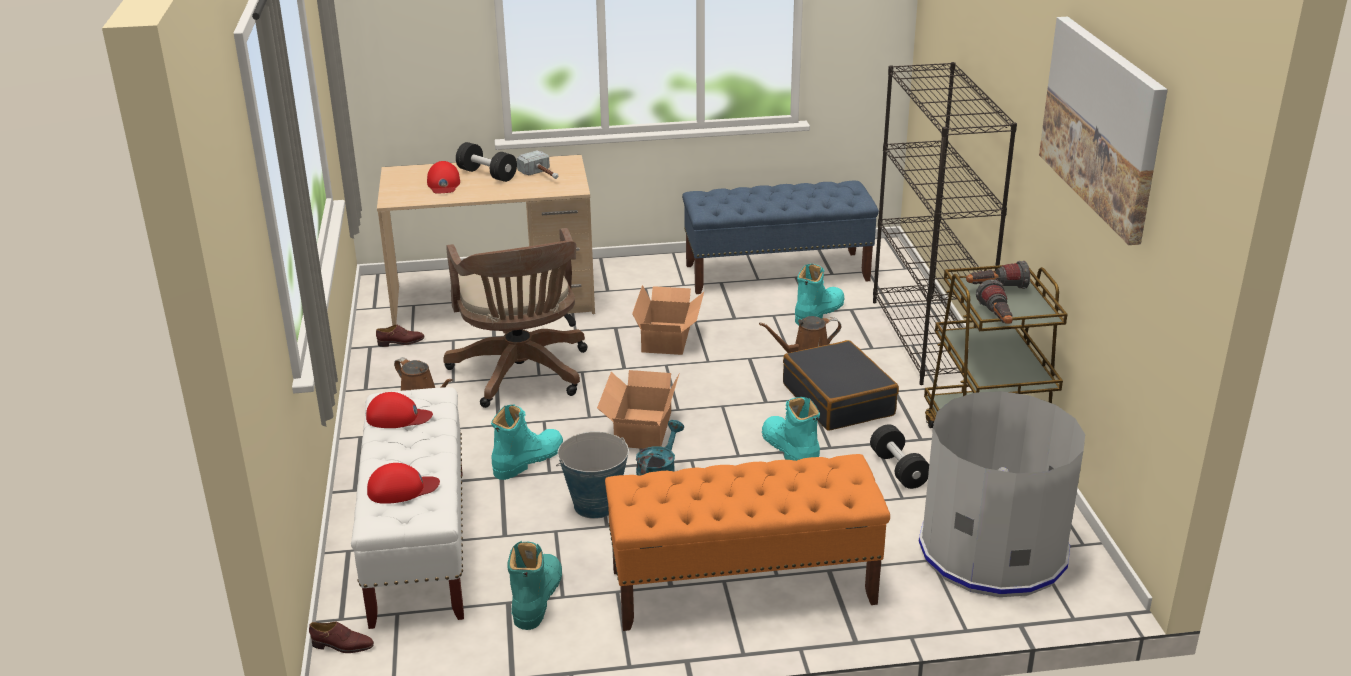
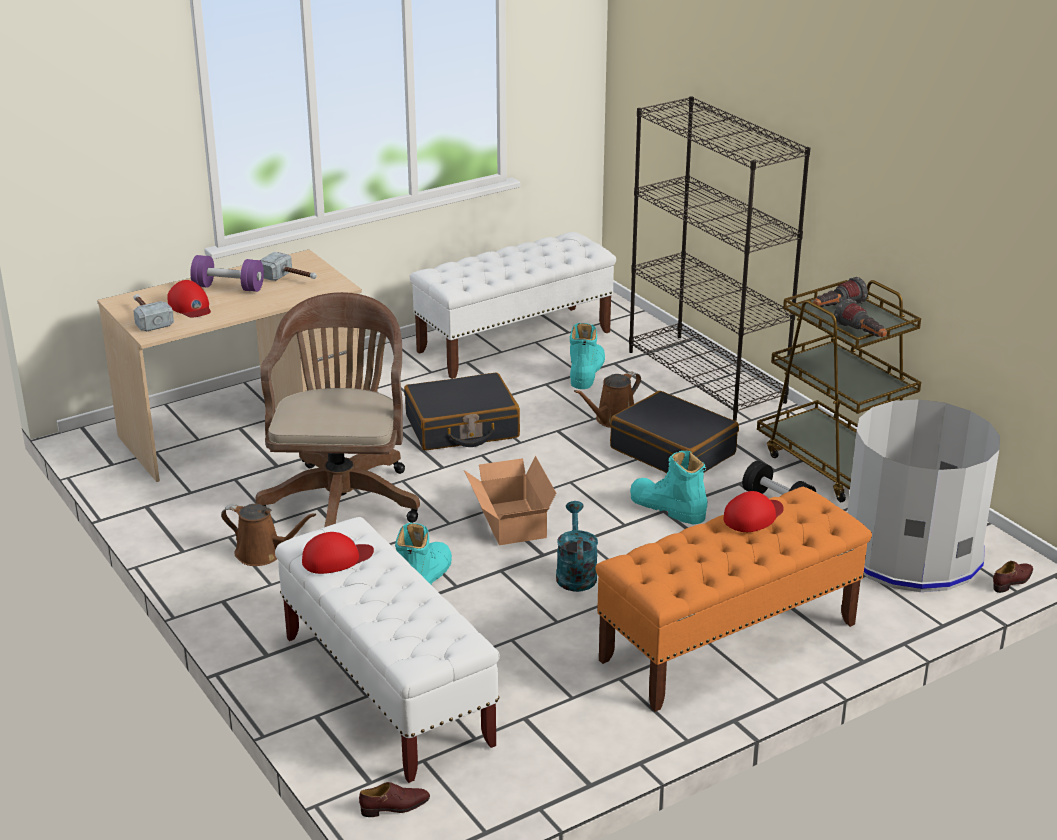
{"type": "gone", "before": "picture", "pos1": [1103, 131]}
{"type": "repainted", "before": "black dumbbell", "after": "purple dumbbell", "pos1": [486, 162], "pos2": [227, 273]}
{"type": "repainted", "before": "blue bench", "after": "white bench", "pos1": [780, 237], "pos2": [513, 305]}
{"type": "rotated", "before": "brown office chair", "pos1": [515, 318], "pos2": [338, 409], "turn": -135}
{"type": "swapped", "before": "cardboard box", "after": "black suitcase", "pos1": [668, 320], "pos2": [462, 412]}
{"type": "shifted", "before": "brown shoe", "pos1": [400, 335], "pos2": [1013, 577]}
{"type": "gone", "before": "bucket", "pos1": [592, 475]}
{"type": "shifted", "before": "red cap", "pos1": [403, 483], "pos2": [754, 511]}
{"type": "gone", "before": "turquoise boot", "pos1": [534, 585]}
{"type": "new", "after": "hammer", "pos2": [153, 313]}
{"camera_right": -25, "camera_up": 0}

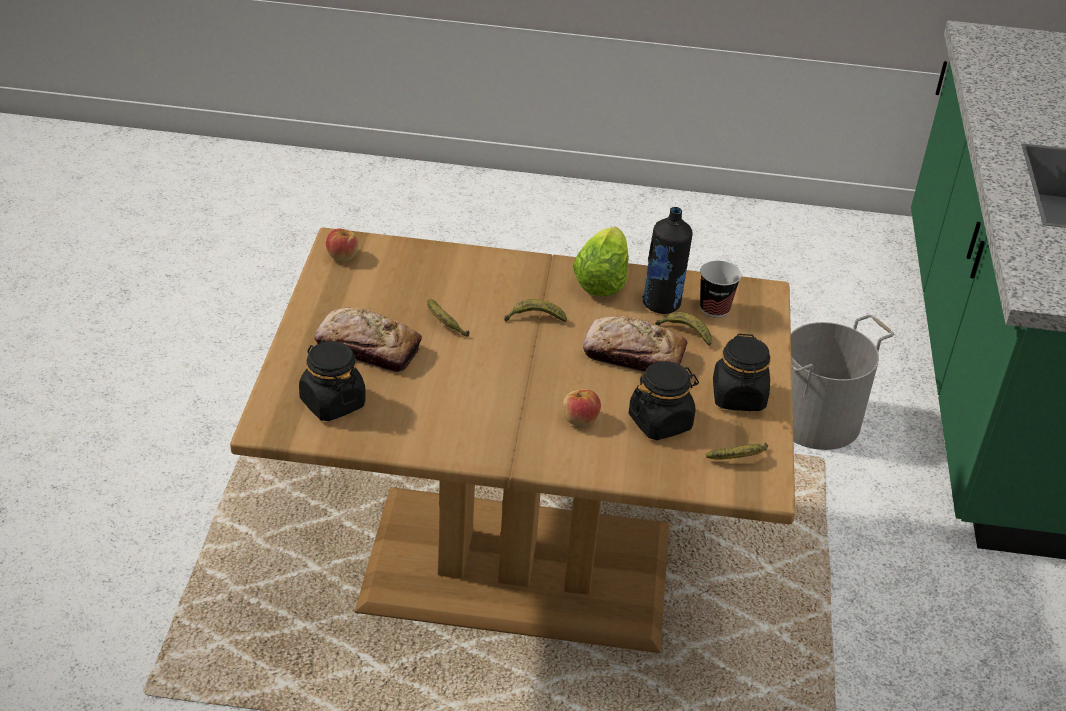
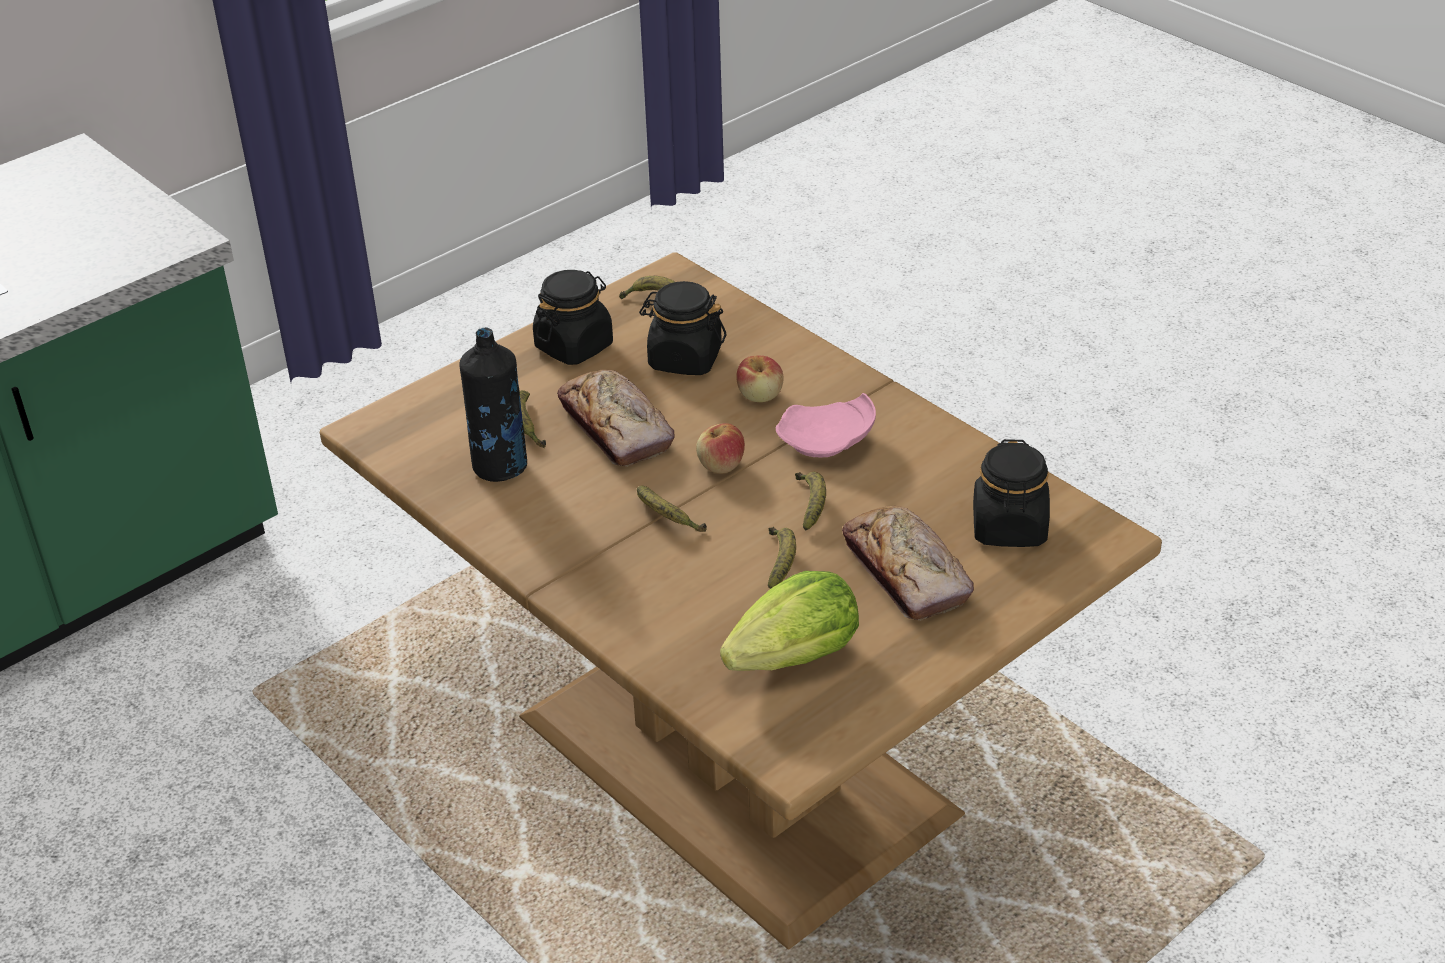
{"type": "shifted", "before": "lettuce", "pos1": [600, 261], "pos2": [789, 621]}
{"type": "shifted", "before": "apple", "pos1": [342, 245], "pos2": [720, 448]}
{"type": "gone", "before": "cup", "pos1": [721, 289]}
{"type": "gone", "before": "grey bucket", "pos1": [842, 382]}
{"type": "new", "after": "pink plate", "pos2": [826, 425]}
{"type": "new", "after": "banana", "pos2": [810, 501]}
{"camera_right": -135, "camera_up": 0}

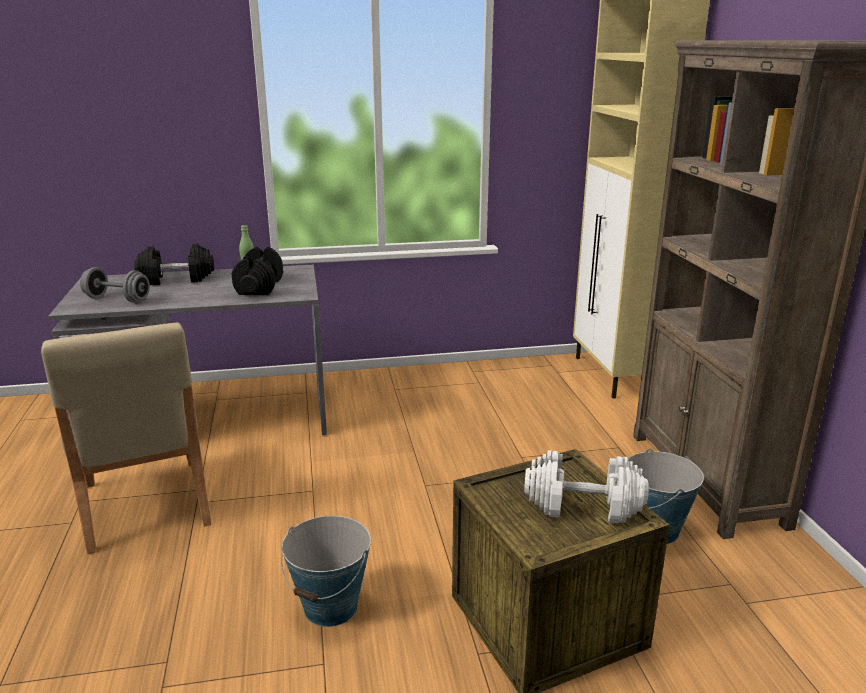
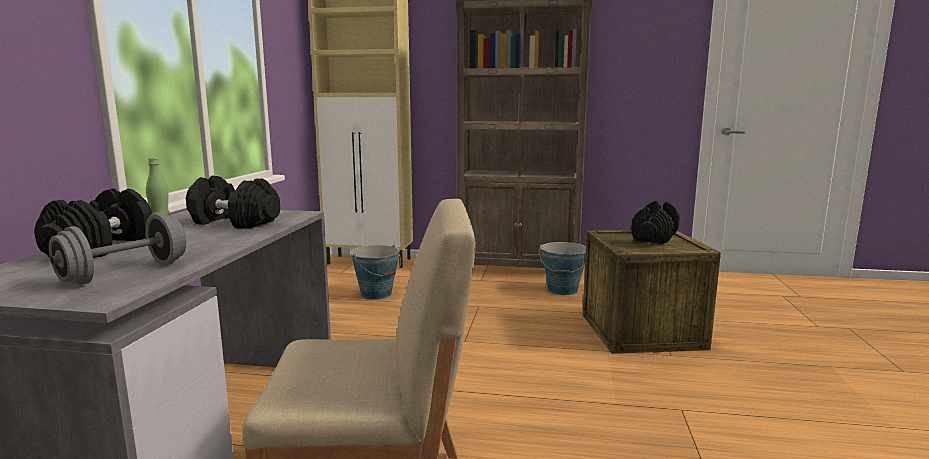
{"type": "repainted", "before": "white dumbbell", "after": "black dumbbell", "pos1": [586, 486], "pos2": [655, 222]}
{"type": "shifted", "before": "bucket", "pos1": [326, 571], "pos2": [375, 272]}
{"camera_right": -70, "camera_up": -10}

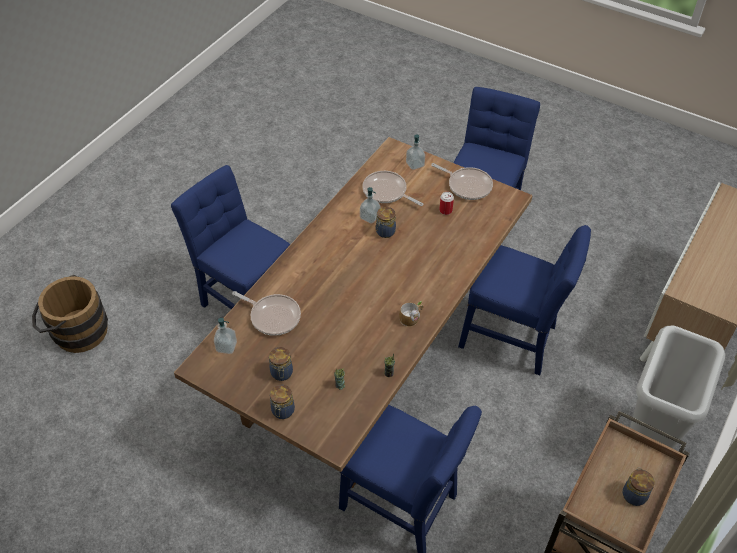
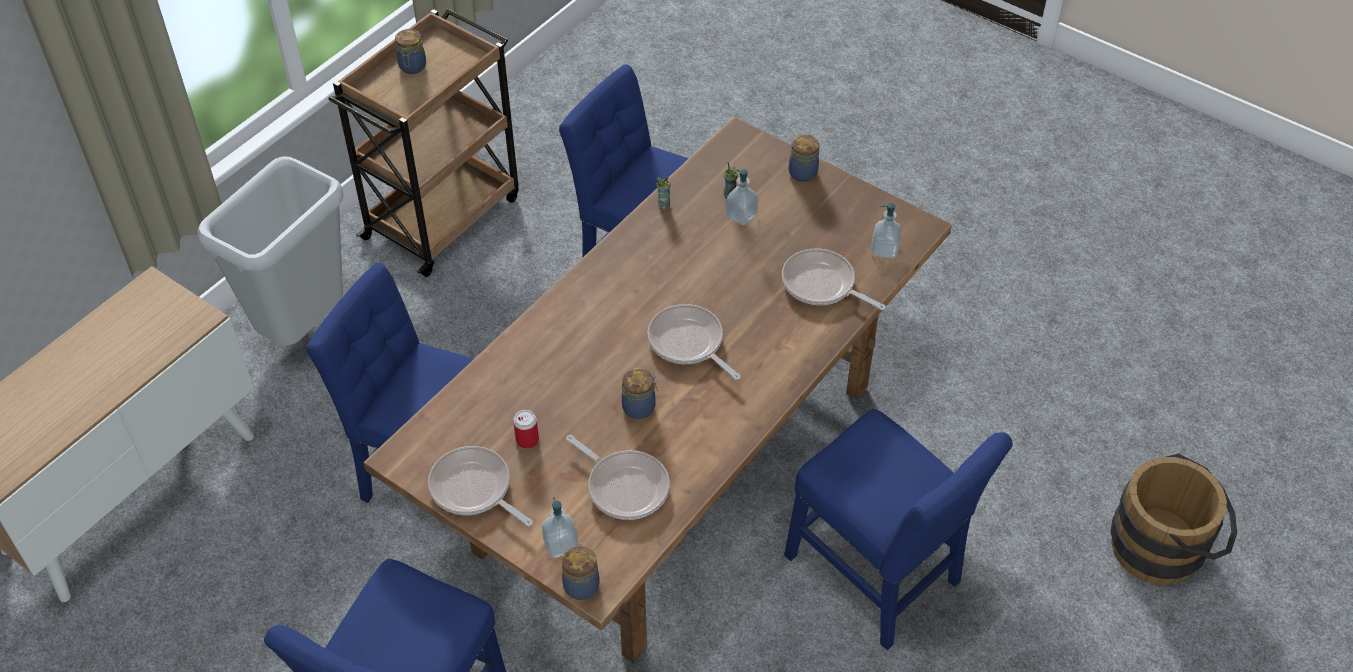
{"type": "shifted", "before": "soap dispenser", "pos1": [370, 205], "pos2": [742, 197]}
{"type": "gone", "before": "mug", "pos1": [411, 314]}
{"type": "shifted", "before": "jar", "pos1": [281, 364], "pos2": [581, 571]}
{"type": "new", "after": "frying pan", "pos2": [694, 342]}
{"camera_right": -175, "camera_up": 0}

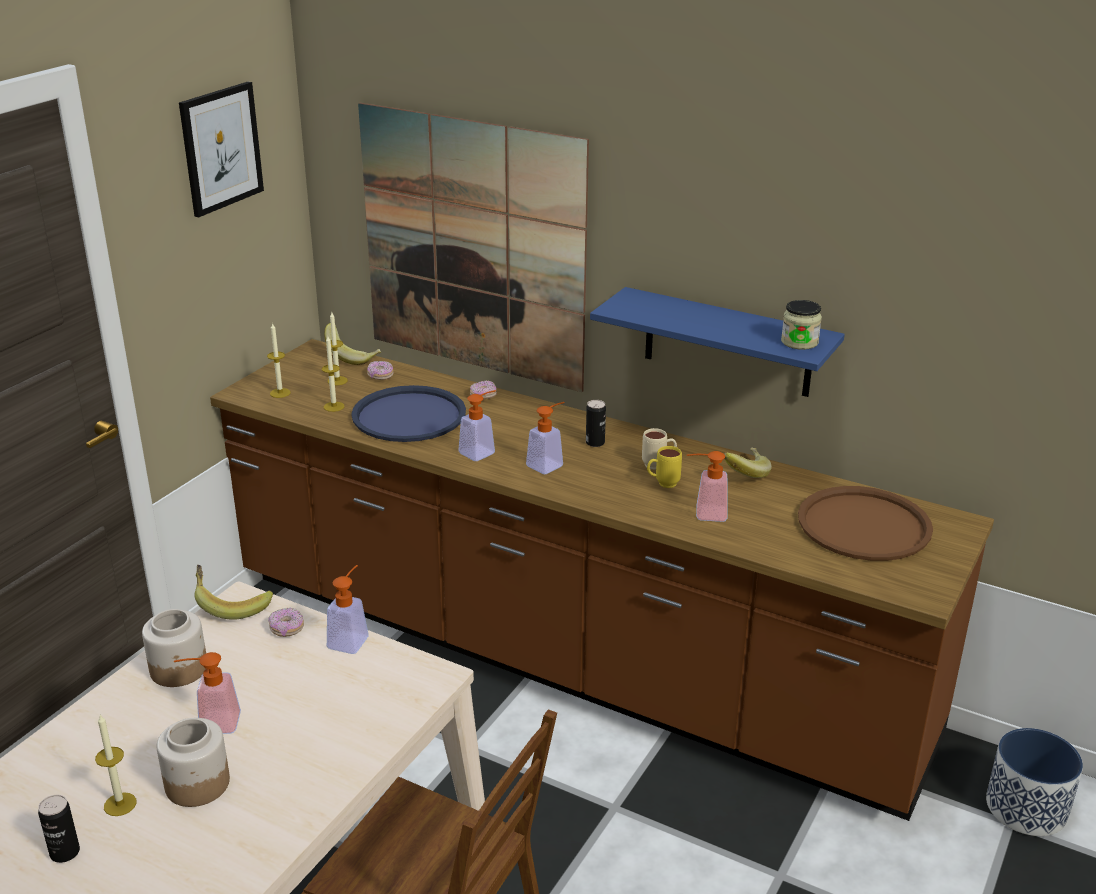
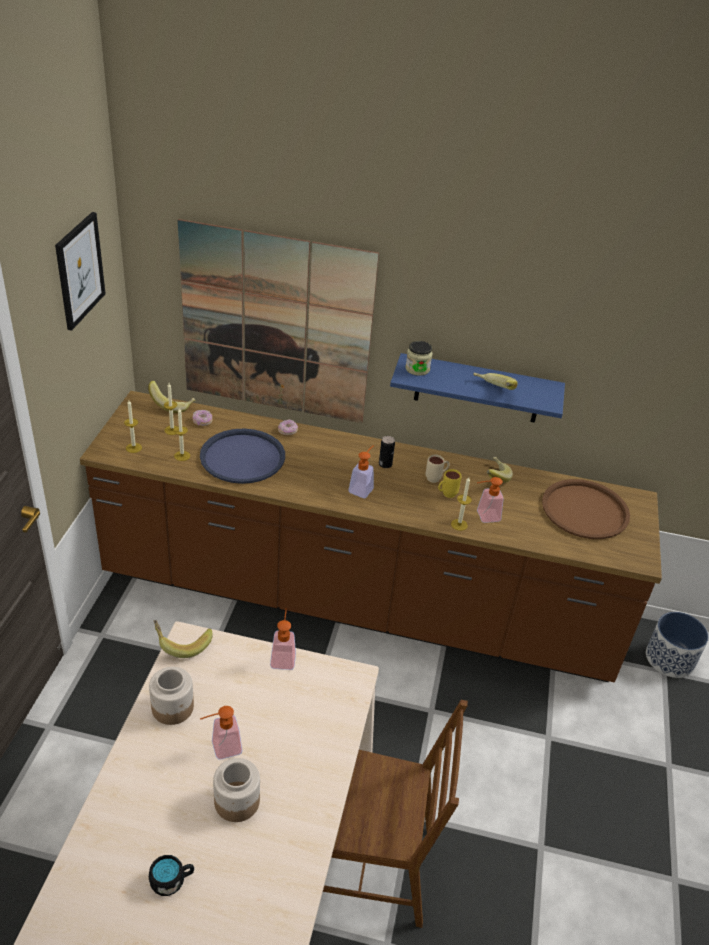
{"type": "shifted", "before": "jar", "pos1": [801, 325], "pos2": [418, 358]}
{"type": "gone", "before": "soap dispenser", "pos1": [477, 425]}
{"type": "gone", "before": "donut", "pos1": [286, 622]}
{"type": "shifted", "before": "candle", "pos1": [115, 765], "pos2": [461, 504]}
{"type": "swapped", "before": "can", "after": "black mug", "pos1": [59, 829], "pos2": [171, 875]}
{"type": "new", "after": "banana", "pos2": [495, 381]}
{"camera_right": -20, "camera_up": 10}

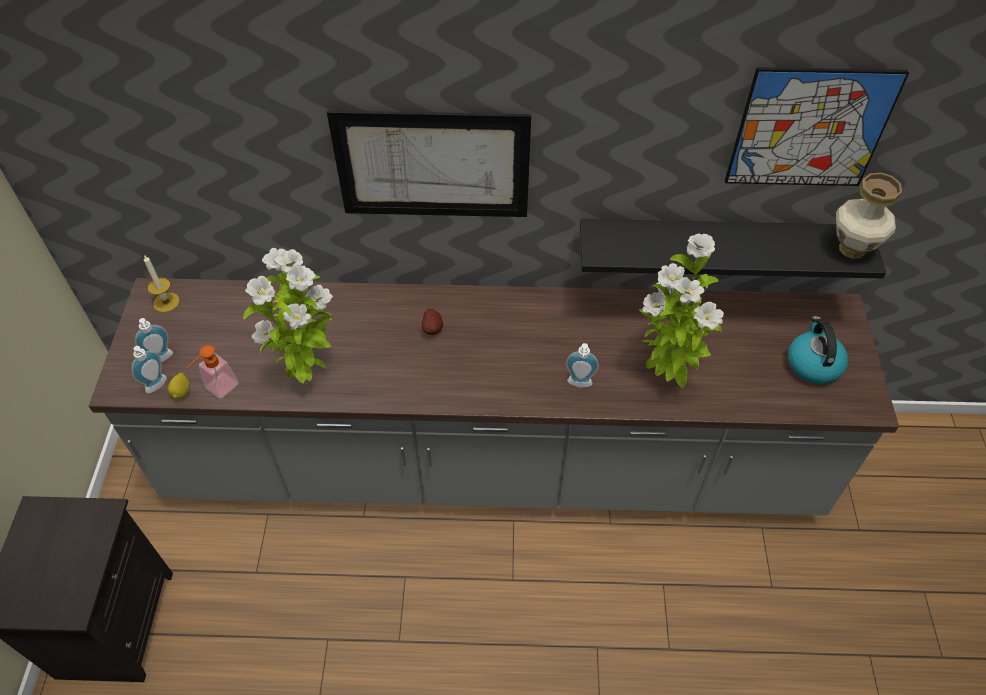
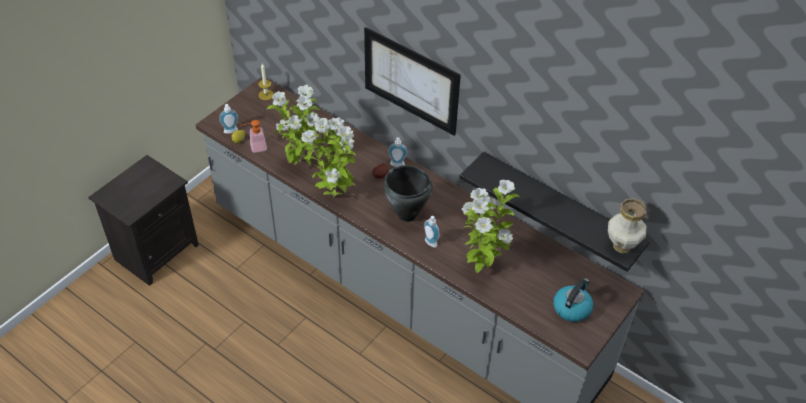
{"type": "gone", "before": "picture", "pos1": [817, 126]}
{"type": "shifted", "before": "soap dispenser", "pos1": [154, 340], "pos2": [397, 152]}
{"type": "new", "after": "potted plant", "pos2": [328, 157]}
{"type": "new", "after": "black cooking pot", "pos2": [408, 193]}
{"camera_right": 35, "camera_up": -5}

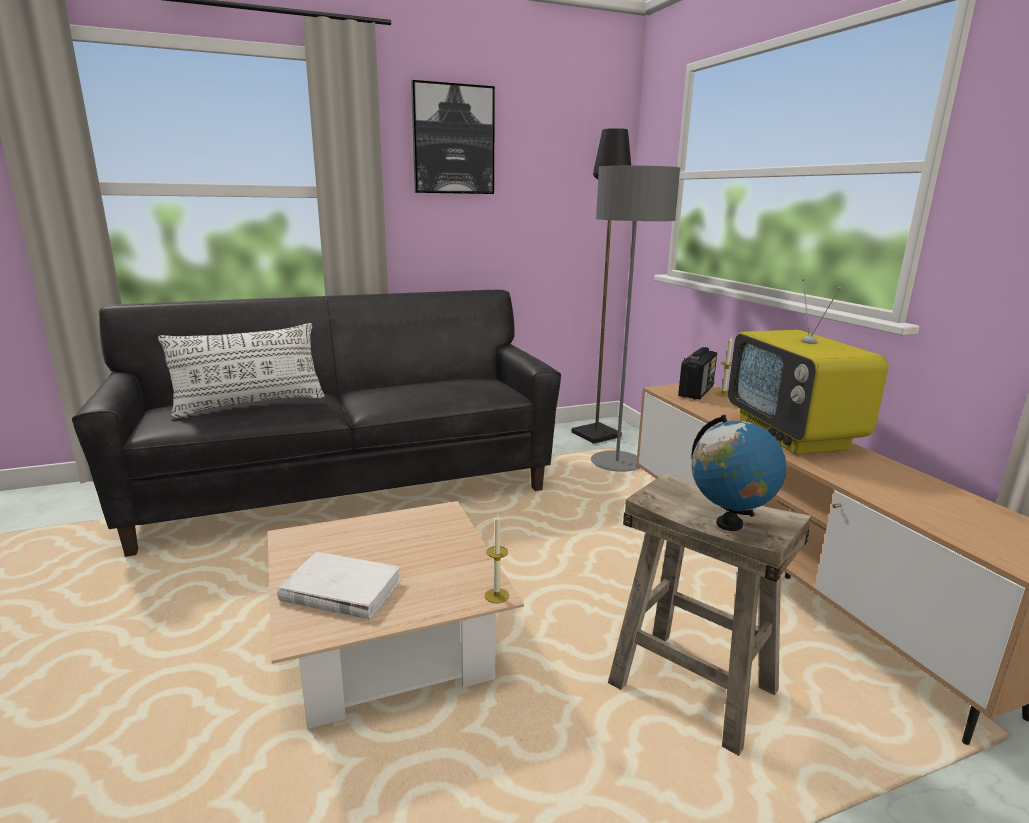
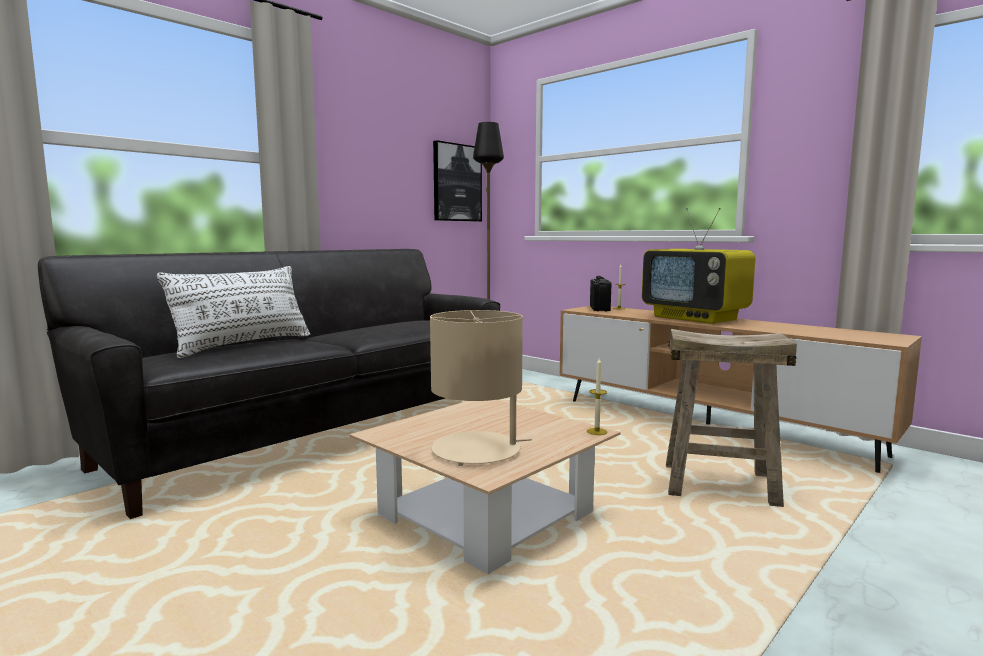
{"type": "shifted", "before": "picture", "pos1": [453, 137], "pos2": [457, 181]}
{"type": "gone", "before": "grey floor lamp", "pos1": [635, 319]}
{"type": "gone", "before": "globe", "pos1": [738, 473]}
{"type": "swapped", "before": "white book", "after": "beige table lamp", "pos1": [339, 585], "pos2": [481, 388]}
{"camera_right": -25, "camera_up": -10}

